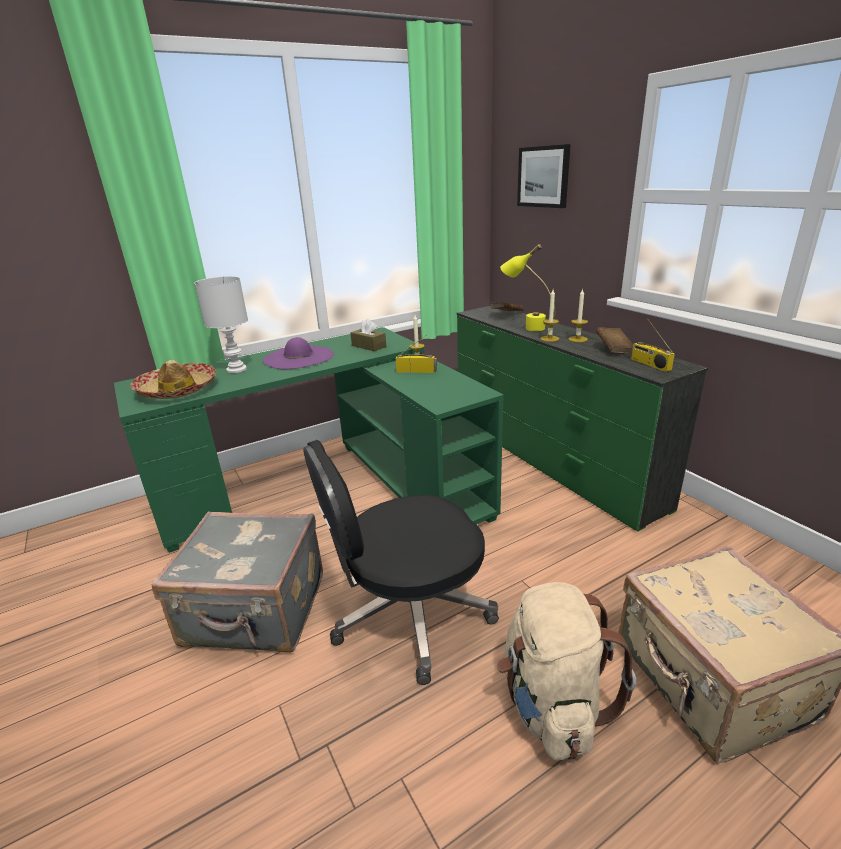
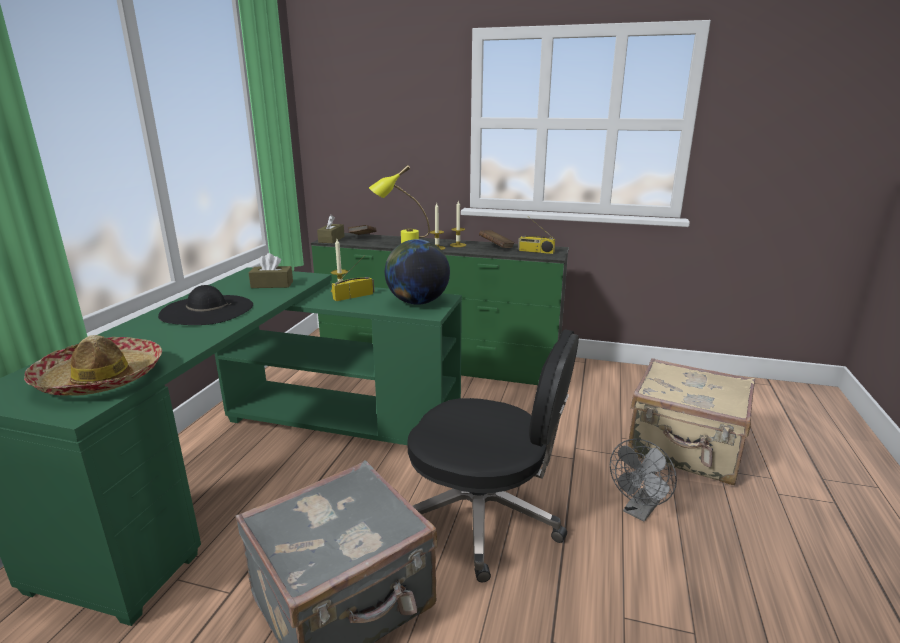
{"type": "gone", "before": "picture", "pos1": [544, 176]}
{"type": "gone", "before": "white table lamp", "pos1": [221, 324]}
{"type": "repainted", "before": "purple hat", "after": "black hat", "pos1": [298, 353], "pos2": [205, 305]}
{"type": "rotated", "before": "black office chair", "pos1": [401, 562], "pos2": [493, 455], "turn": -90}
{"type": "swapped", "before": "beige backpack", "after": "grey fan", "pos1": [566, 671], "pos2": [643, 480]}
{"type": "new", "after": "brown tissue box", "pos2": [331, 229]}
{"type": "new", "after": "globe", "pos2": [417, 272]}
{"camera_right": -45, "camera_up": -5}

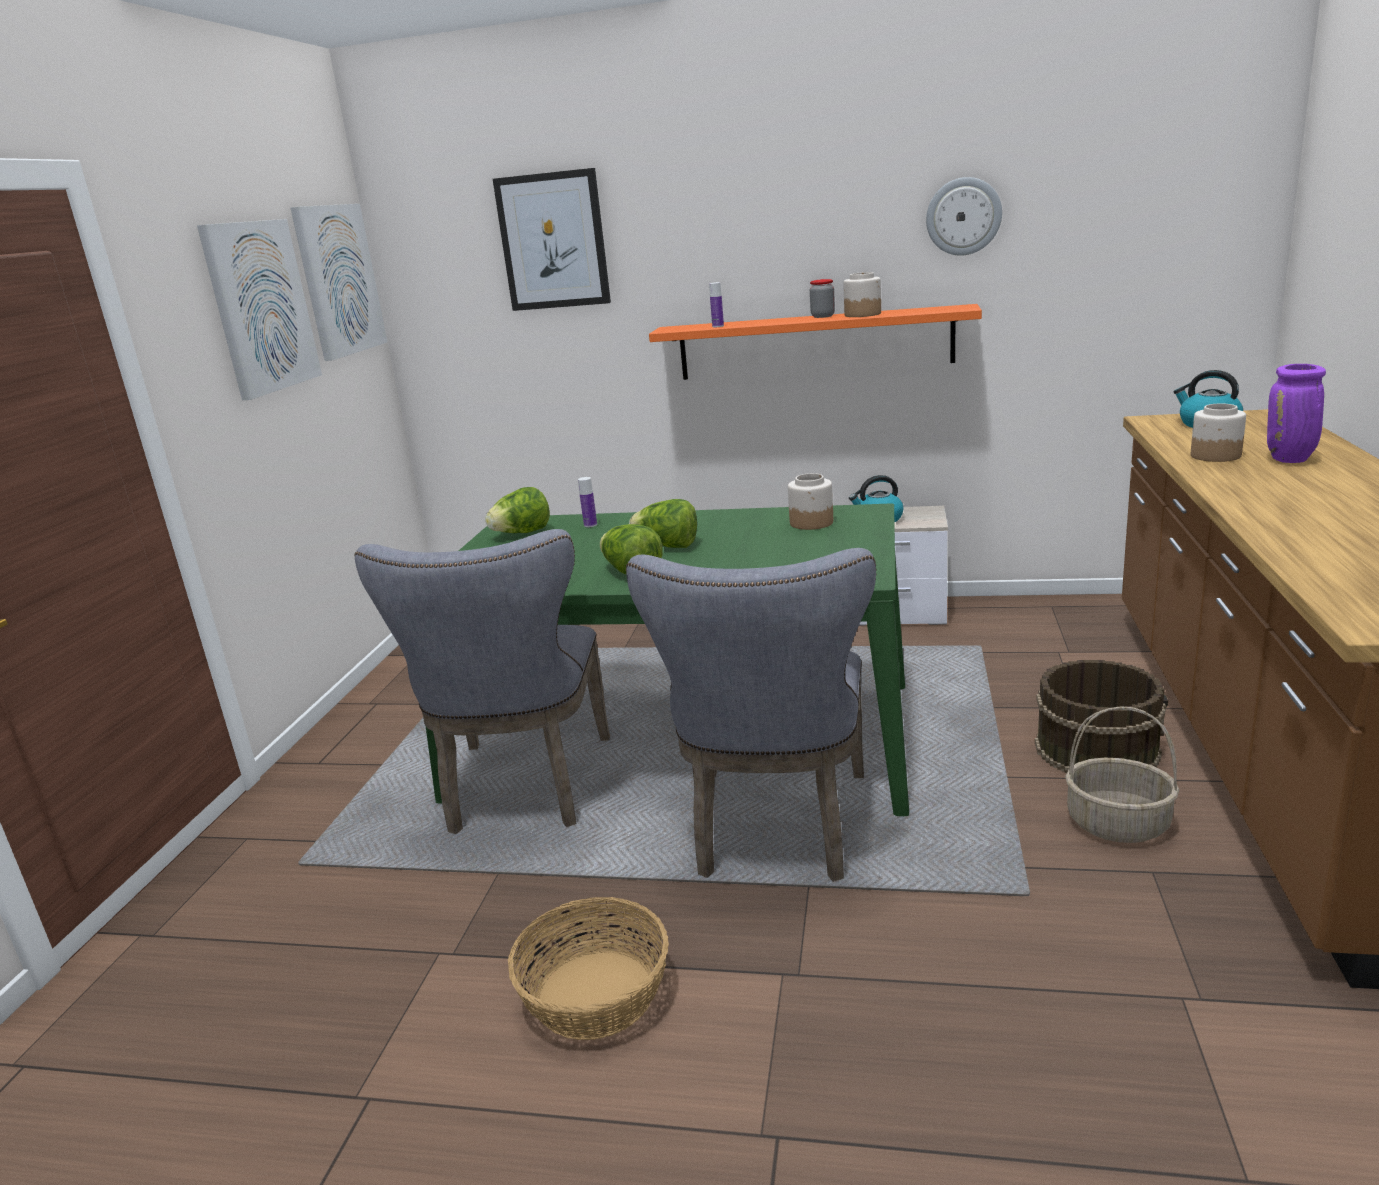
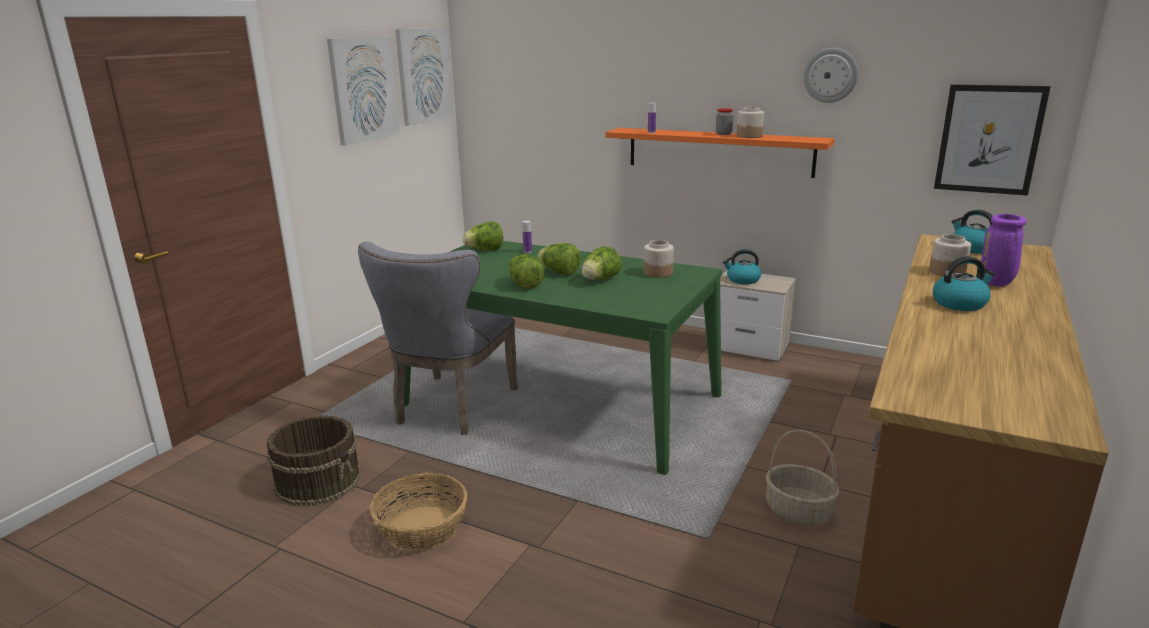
{"type": "shifted", "before": "picture", "pos1": [552, 239], "pos2": [992, 140]}
{"type": "gone", "before": "grey chair", "pos1": [751, 715]}
{"type": "shifted", "before": "brown bucket", "pos1": [1101, 716], "pos2": [314, 460]}
{"type": "new", "after": "lettuce", "pos2": [601, 263]}
{"type": "new", "after": "kettle", "pos2": [964, 283]}
{"camera_right": 15, "camera_up": 0}

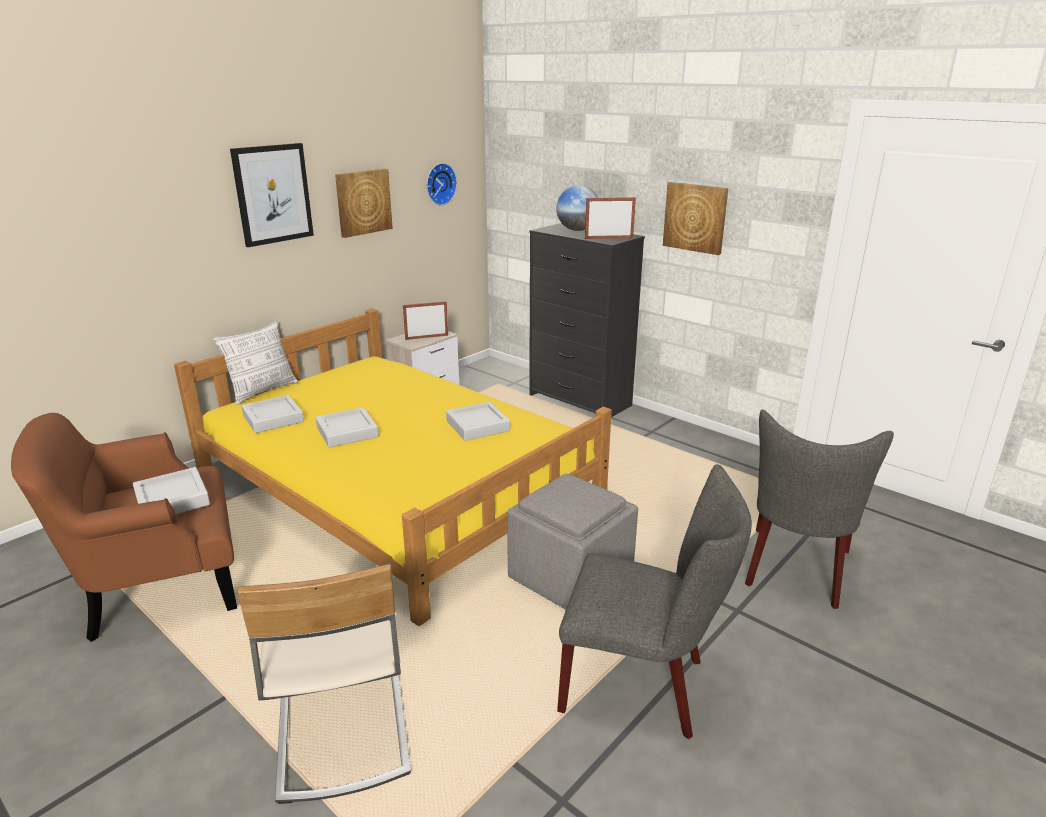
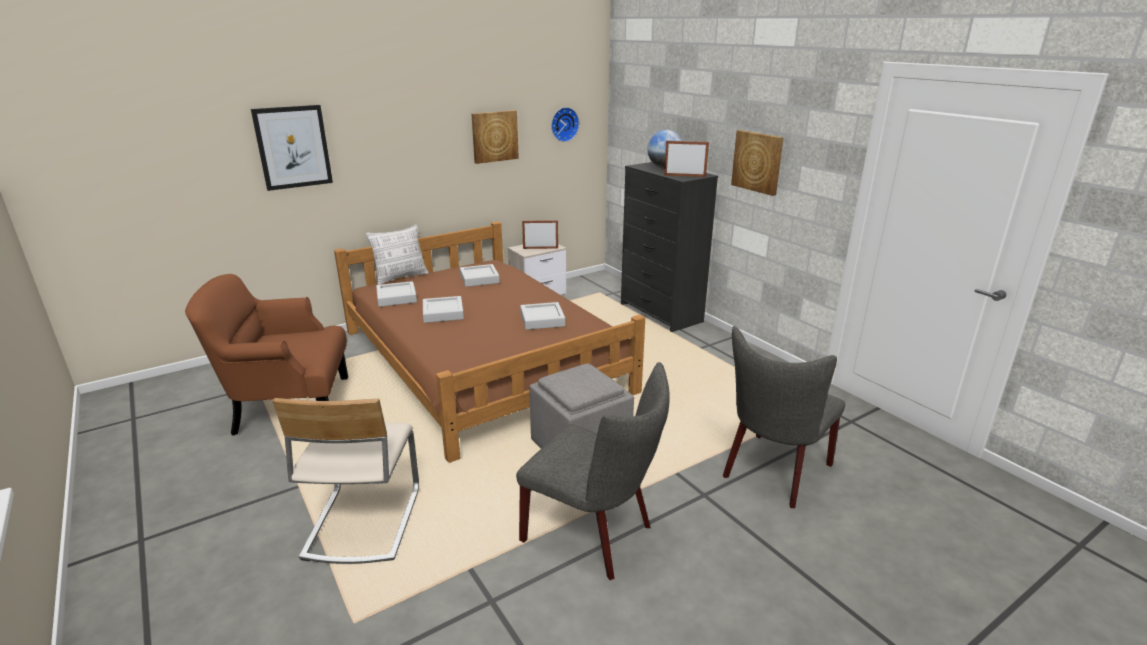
{"type": "shifted", "before": "picture", "pos1": [272, 195], "pos2": [292, 148]}
{"type": "repainted", "before": "yellow bed", "after": "brown bed", "pos1": [393, 467], "pos2": [489, 342]}
{"type": "shifted", "before": "grey tray", "pos1": [171, 490], "pos2": [480, 275]}
{"camera_right": 15, "camera_up": 0}

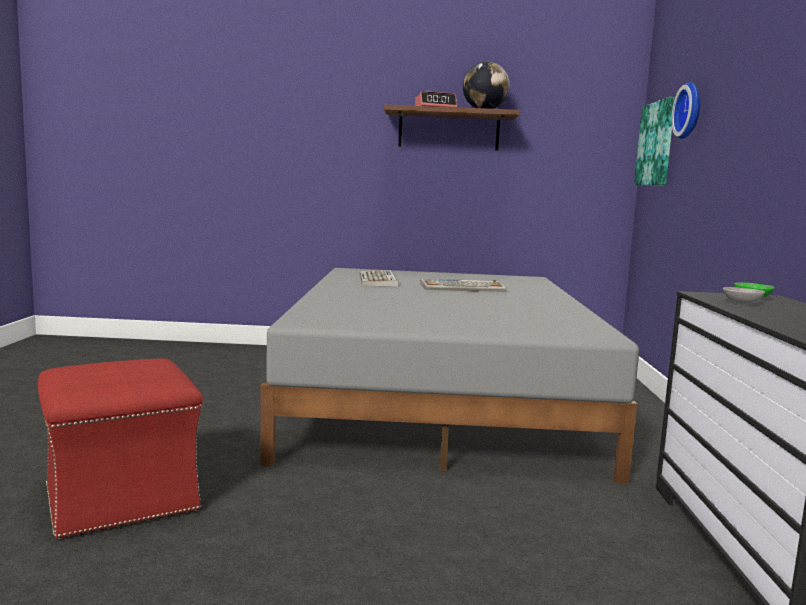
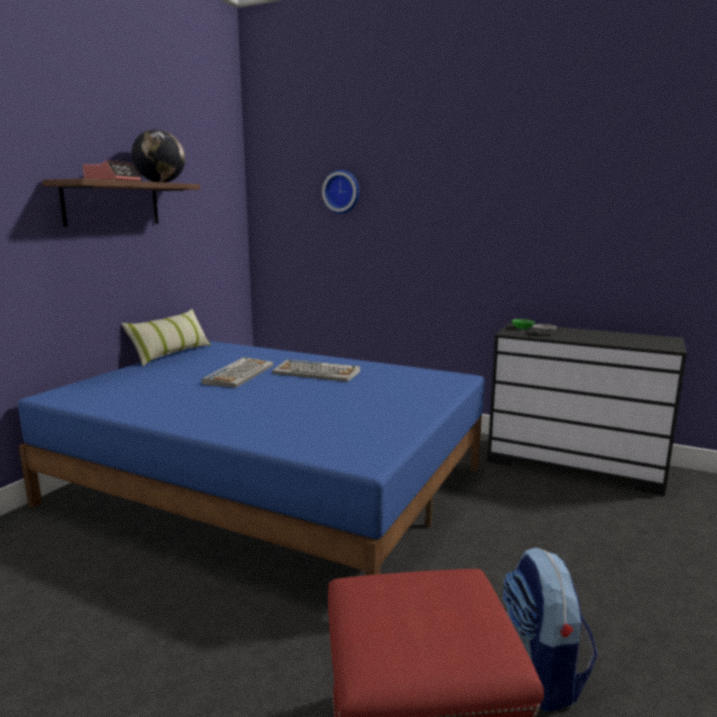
{"type": "gone", "before": "picture", "pos1": [654, 141]}
{"type": "repainted", "before": "grey bed", "after": "blue bed", "pos1": [449, 376], "pos2": [251, 458]}
{"type": "shifted", "before": "keyboard", "pos1": [379, 278], "pos2": [316, 371]}
{"type": "new", "after": "pillow", "pos2": [166, 337]}
{"type": "new", "after": "backpack", "pos2": [550, 629]}
{"camera_right": -65, "camera_up": 5}

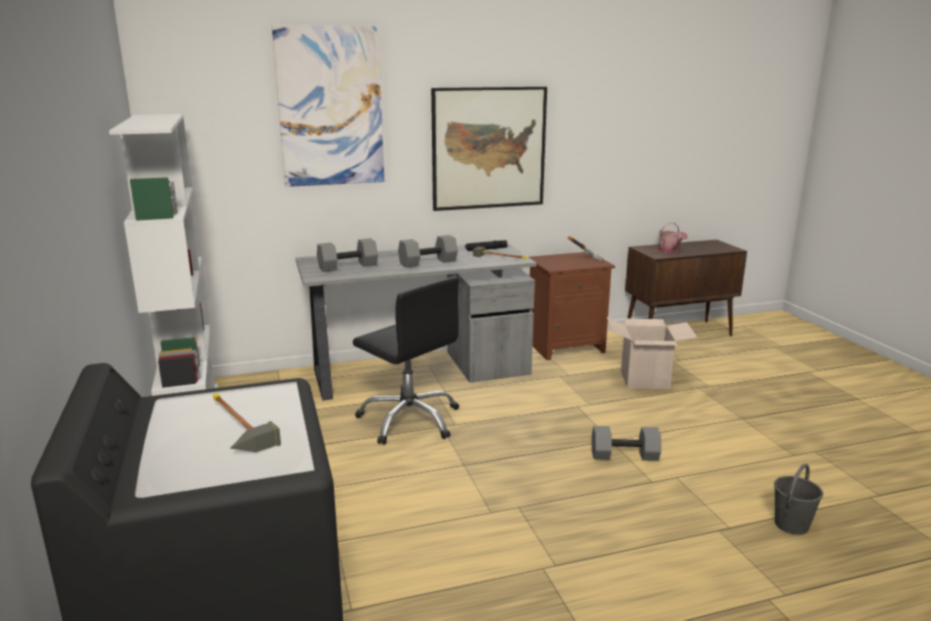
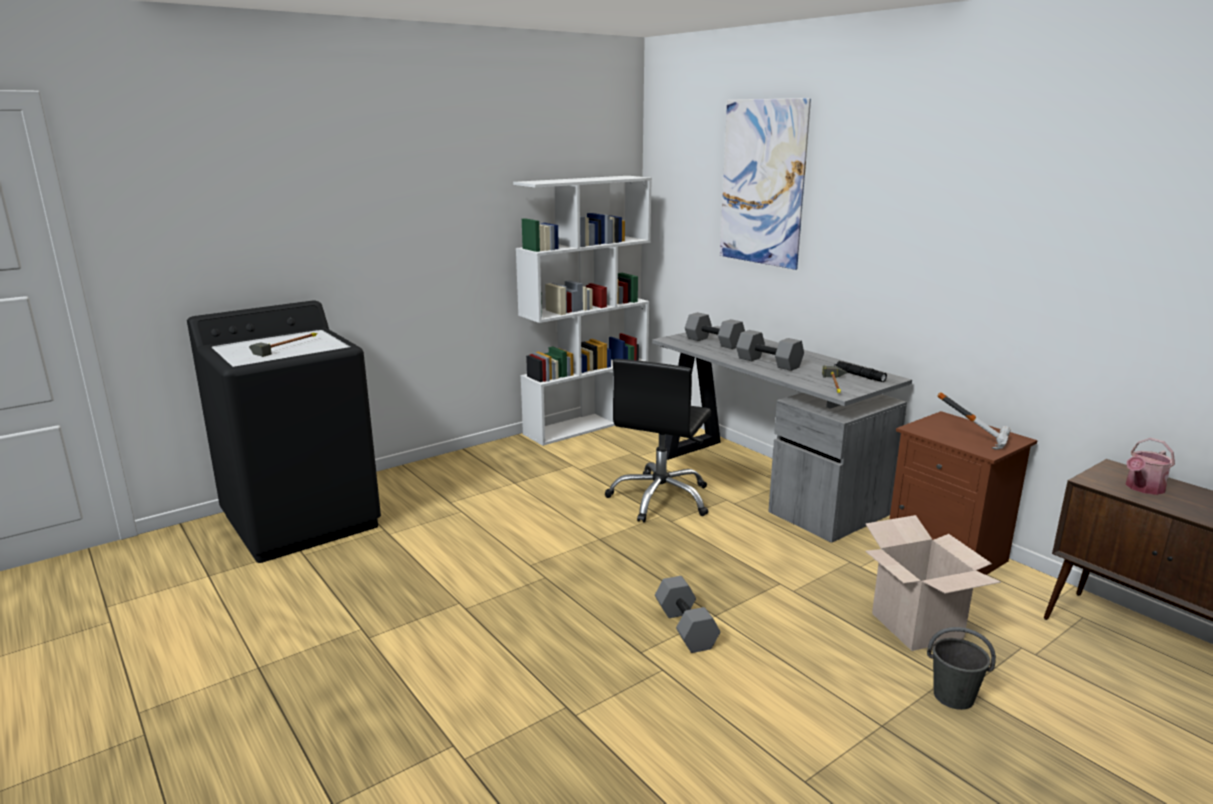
{"type": "gone", "before": "picture", "pos1": [489, 149]}
{"type": "shifted", "before": "grey bucket", "pos1": [798, 499], "pos2": [961, 668]}
{"camera_right": 70, "camera_up": 0}

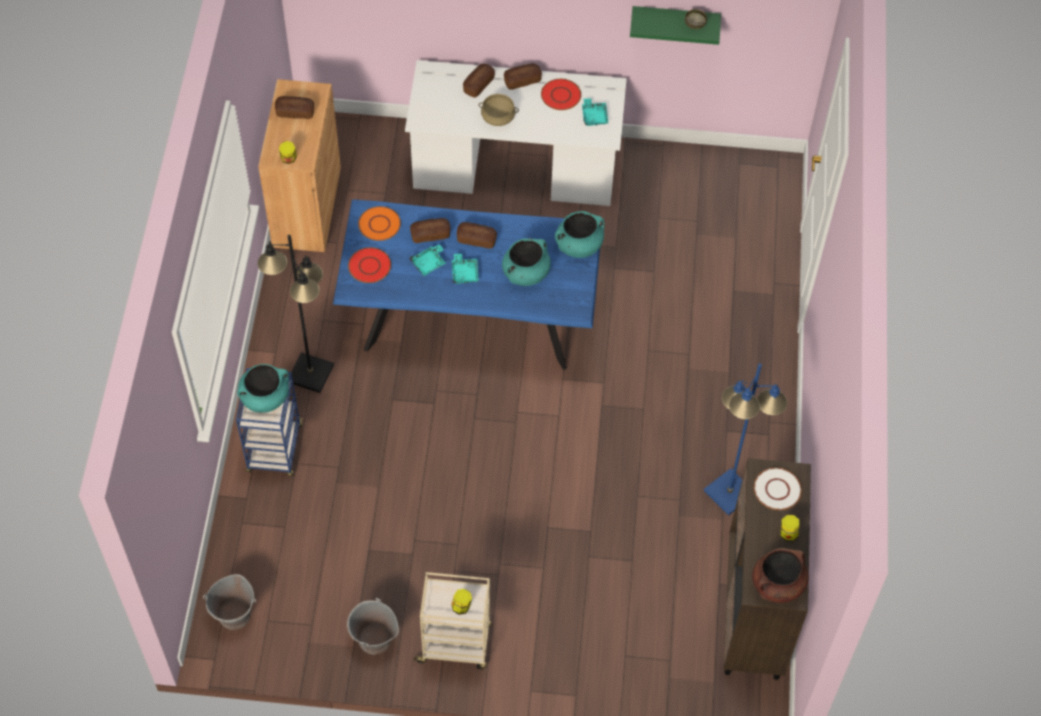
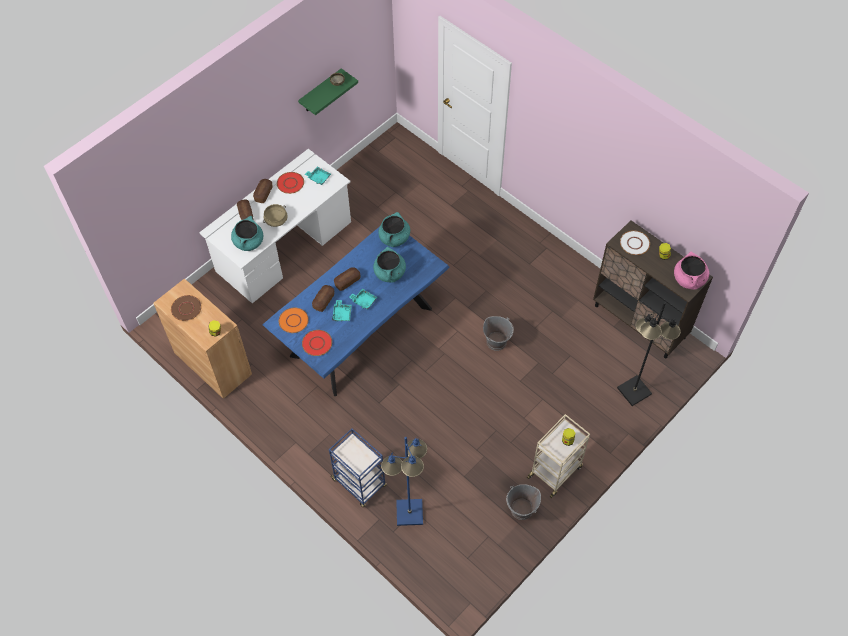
{"type": "swapped", "before": "bread", "after": "brown plate", "pos1": [294, 107], "pos2": [186, 308]}
{"type": "shifted", "before": "black floor lamp", "pos1": [295, 314], "pos2": [649, 354]}
{"type": "shifted", "before": "blue floor lamp", "pos1": [745, 439], "pos2": [404, 481]}
{"type": "shifted", "before": "turquoise cooking pot", "pos1": [263, 388], "pos2": [247, 233]}
{"type": "repainted", "before": "brown cooking pot", "after": "pink cooking pot", "pos1": [780, 575], "pos2": [691, 270]}
{"type": "shifted", "before": "grey bucket", "pos1": [229, 602], "pos2": [498, 333]}
{"camera_right": -50, "camera_up": 0}

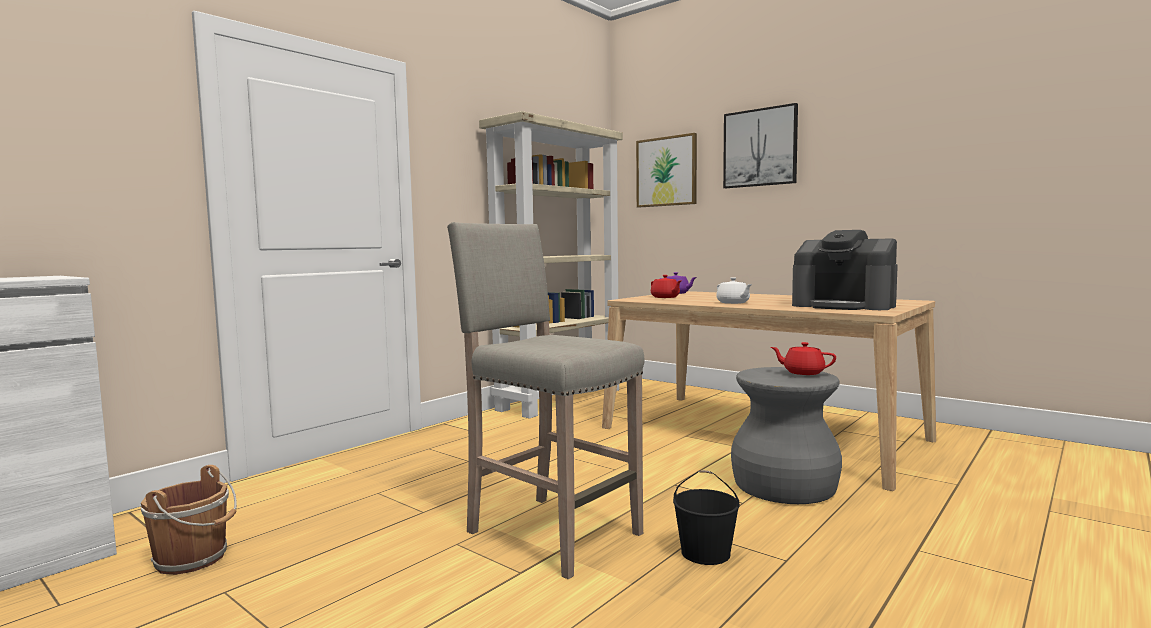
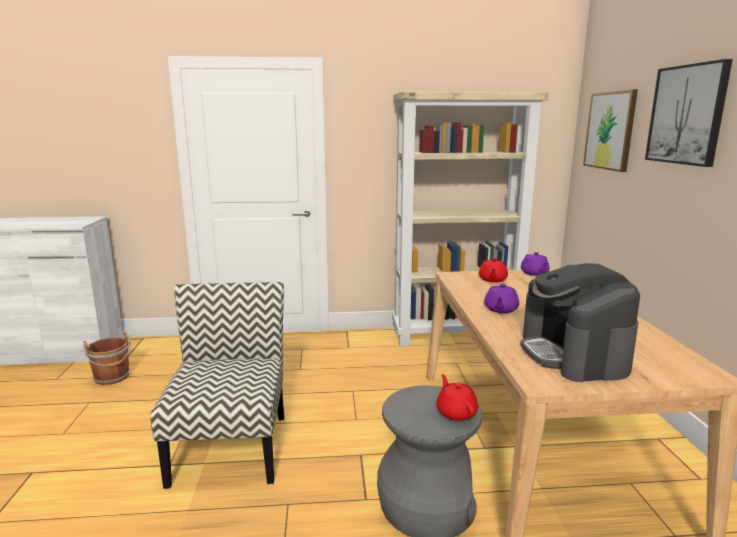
{"type": "swapped", "before": "beige stool", "after": "chair", "pos1": [545, 400], "pos2": [217, 385]}
{"type": "repainted", "before": "white teapot", "after": "purple teapot", "pos1": [734, 290], "pos2": [501, 298]}
{"type": "gone", "before": "black bucket", "pos1": [706, 517]}
{"camera_right": 45, "camera_up": 10}

